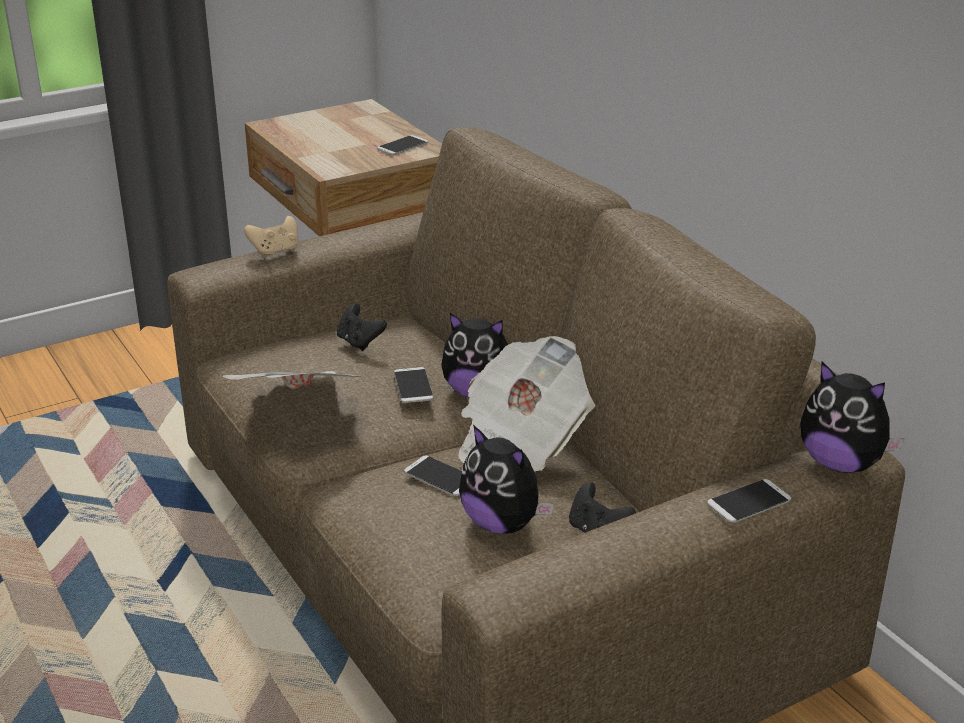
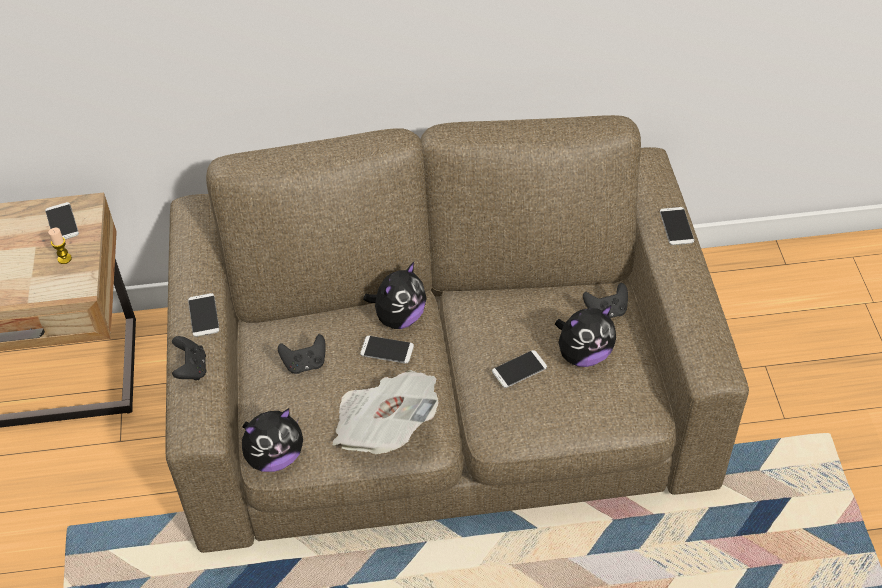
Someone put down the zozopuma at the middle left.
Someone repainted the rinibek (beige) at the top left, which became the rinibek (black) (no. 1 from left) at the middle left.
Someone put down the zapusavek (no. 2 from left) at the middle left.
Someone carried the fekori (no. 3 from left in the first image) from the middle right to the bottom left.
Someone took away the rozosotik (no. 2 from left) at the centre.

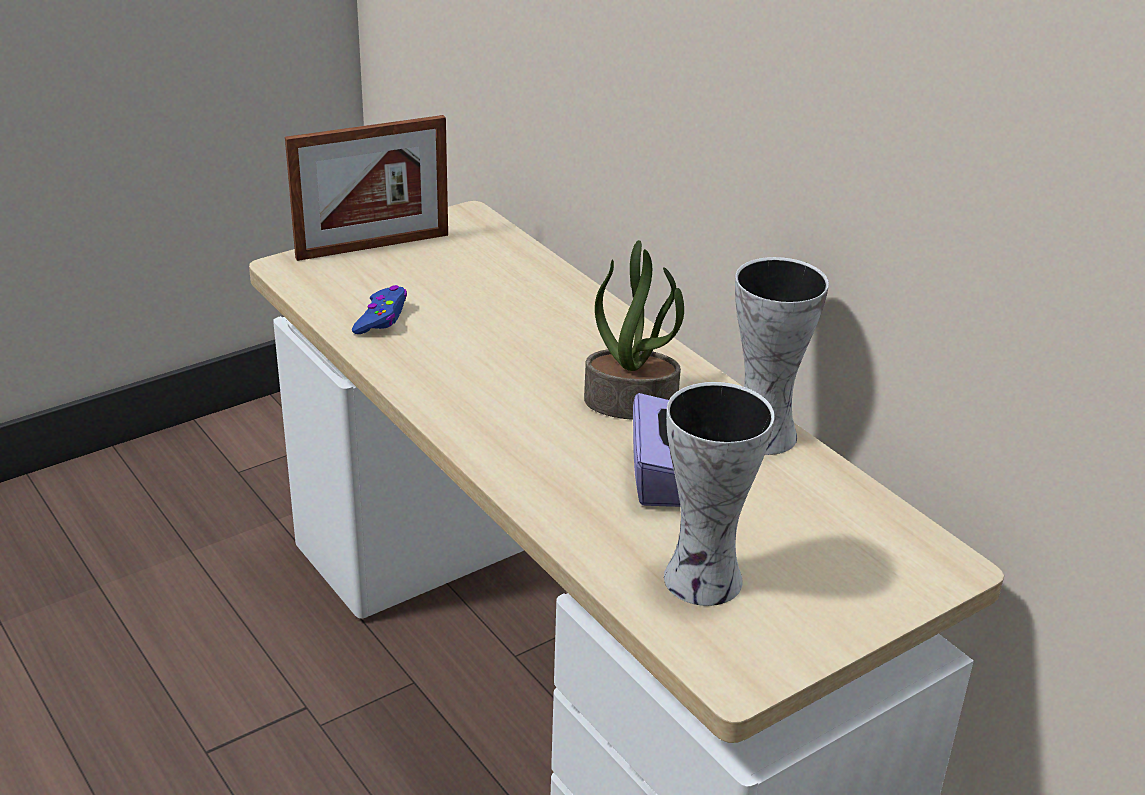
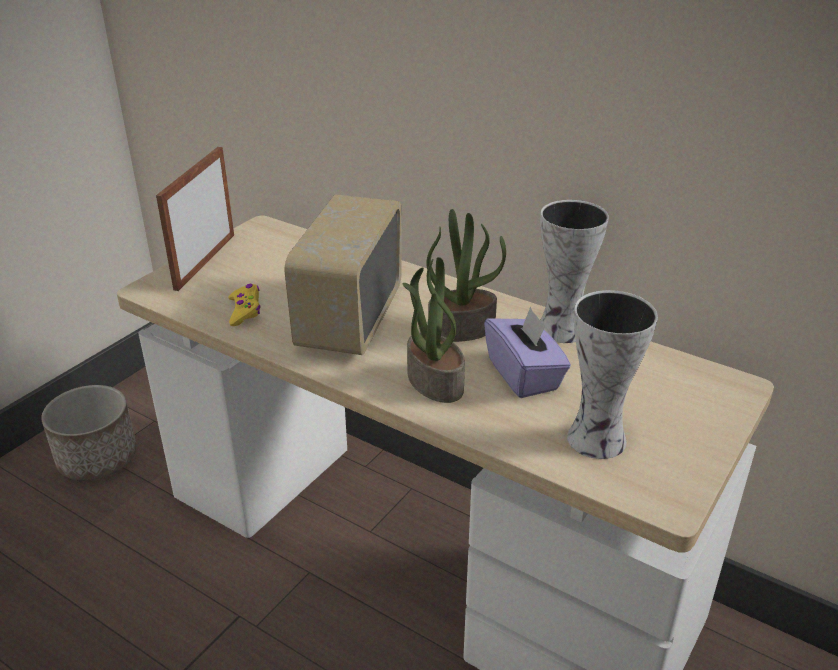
Someone put down the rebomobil at the middle left.
Someone rotated the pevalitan at the top left by 150 degrees clockwise.
Someone repainted the rinibek (blue) at the middle left, which became the rinibek (yellow) at the middle left.
Someone put down the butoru at the centre.
Someone put down the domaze (no. 1 from left) at the centre.

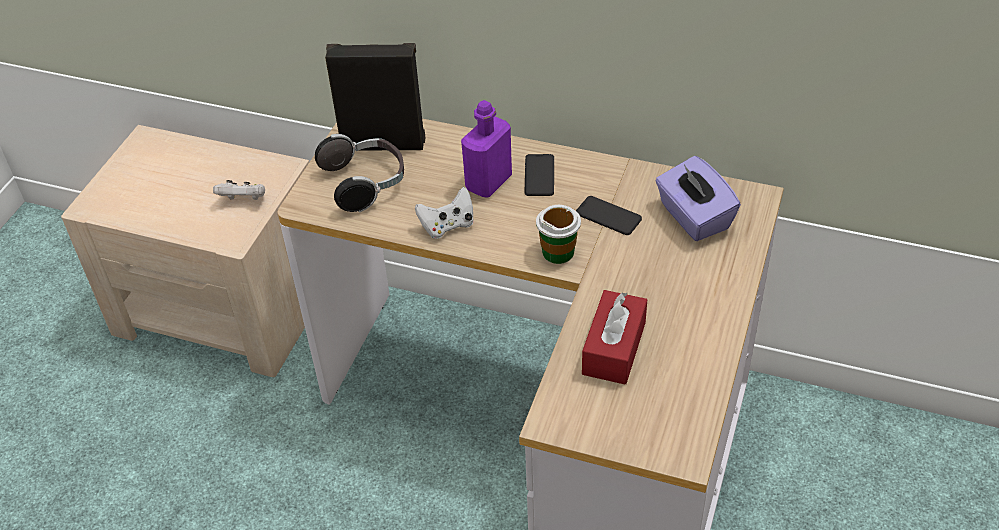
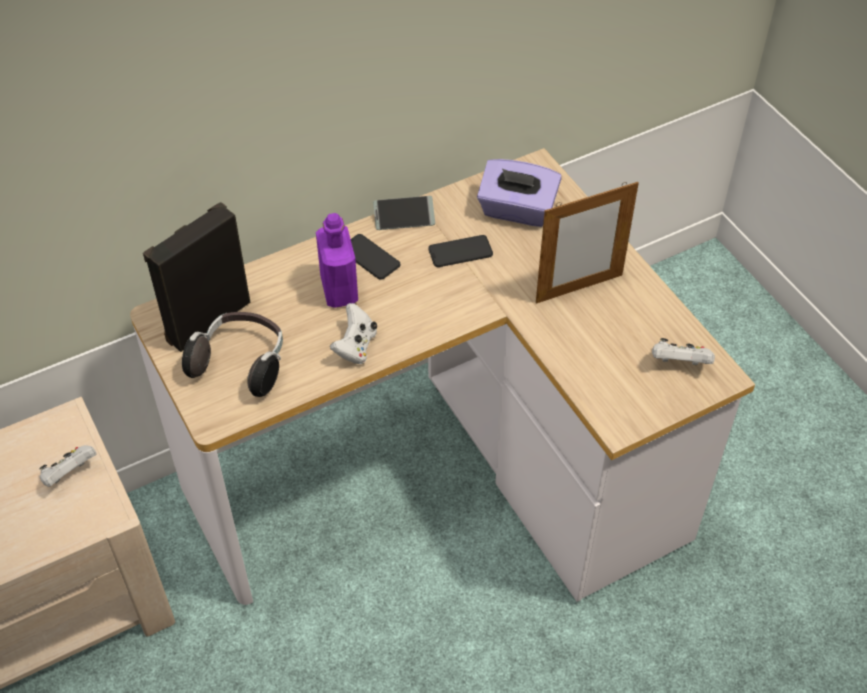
Someone put down the zapusavek (no. 2 from left) at the top centre.
Someone put down the pevalitan at the middle right.
Someone put down the rinibek (white) (no. 3 from left) at the middle right.
Someone took away the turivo at the centre.
Someone took away the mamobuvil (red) at the centre.

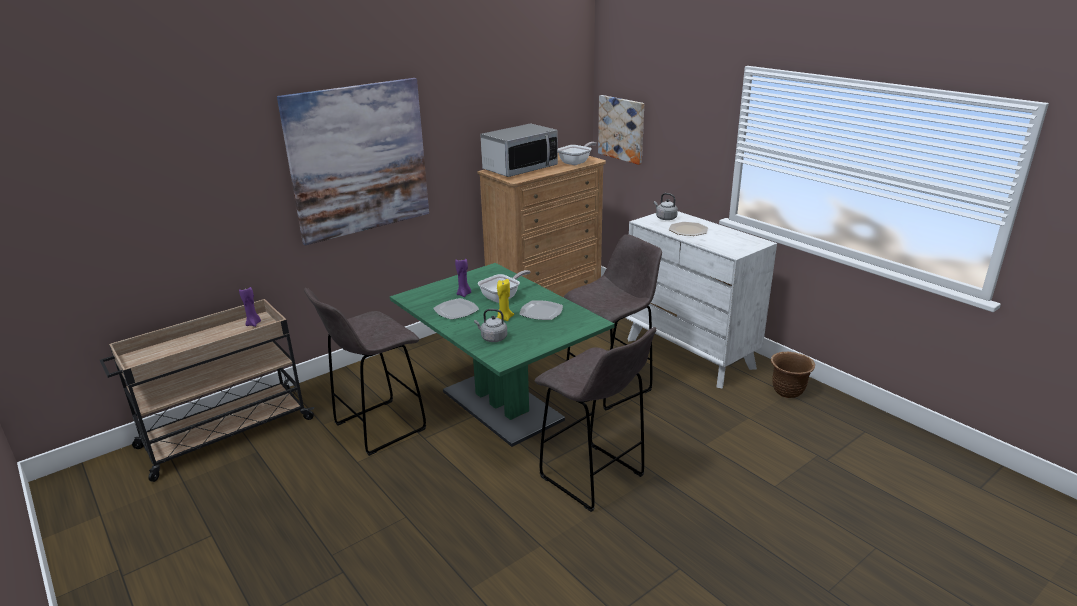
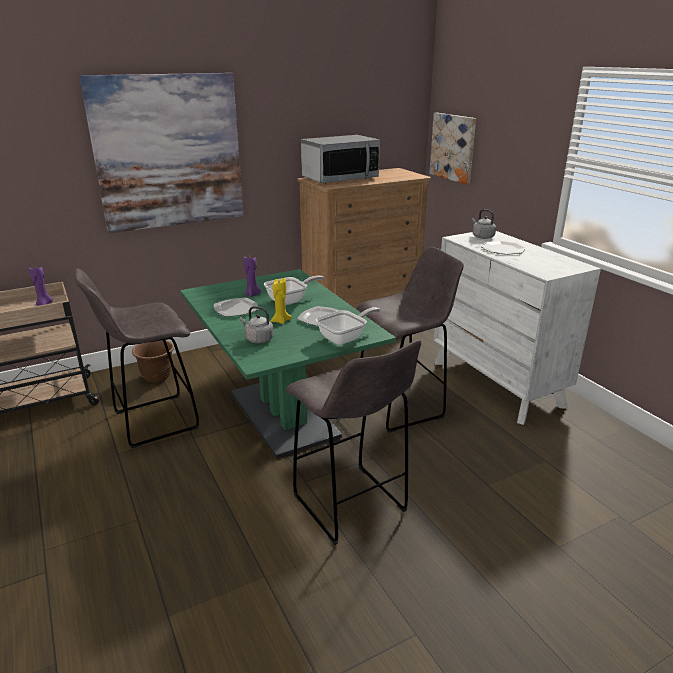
Someone carried the rebomobil (brown) from the middle right to the middle left.
Someone carried the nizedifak (no. 2 from left) from the top centre to the centre.

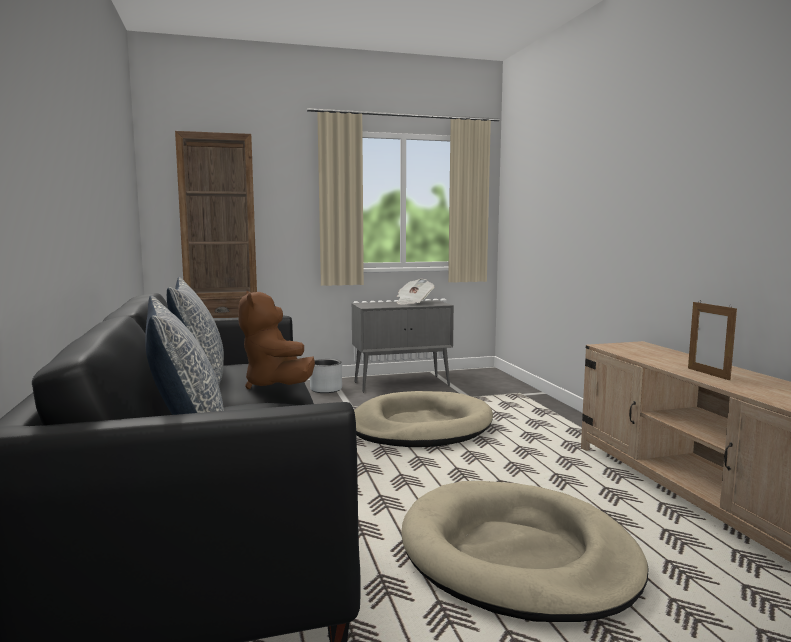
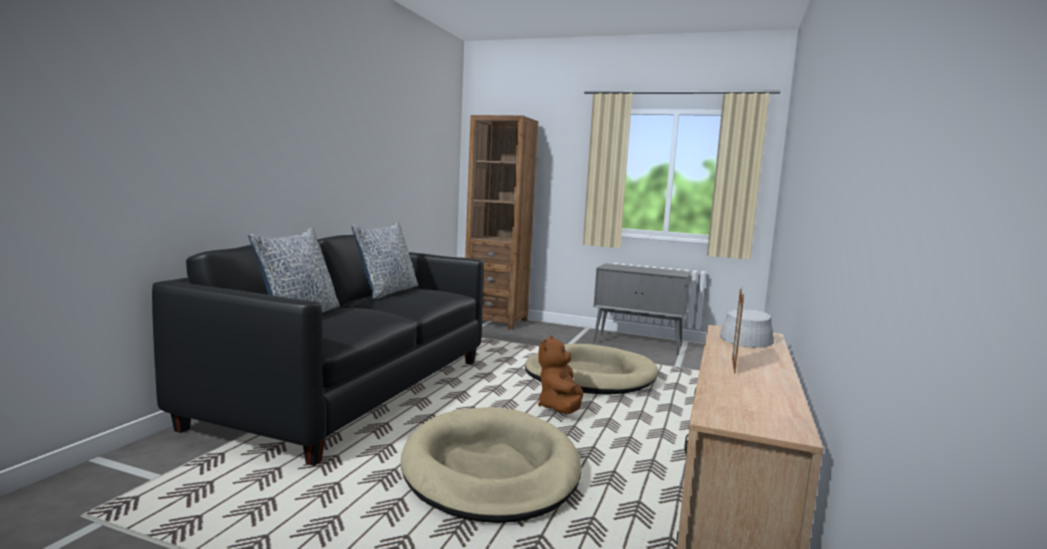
Someone carried the fekori (brown) from the centre to the bottom centre.
Someone put down the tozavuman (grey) at the middle right.
Someone took away the rebomobil (grey) at the centre.
Someone took away the rozosotik at the centre.

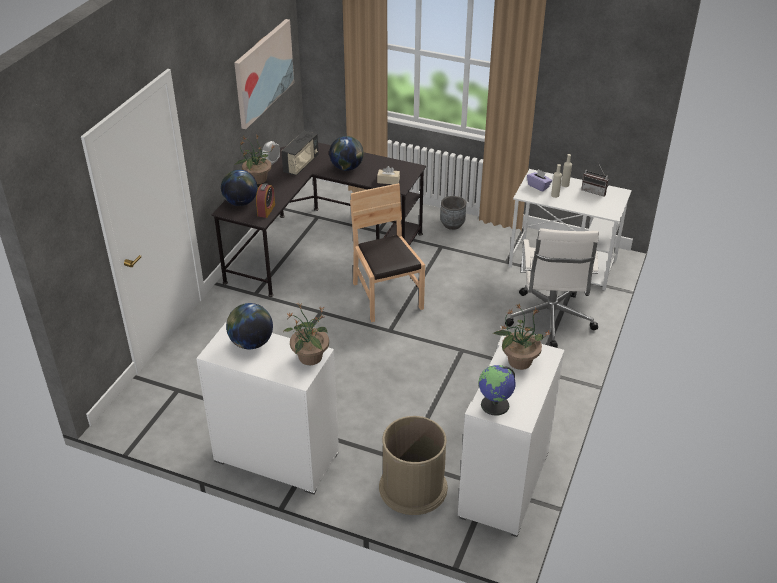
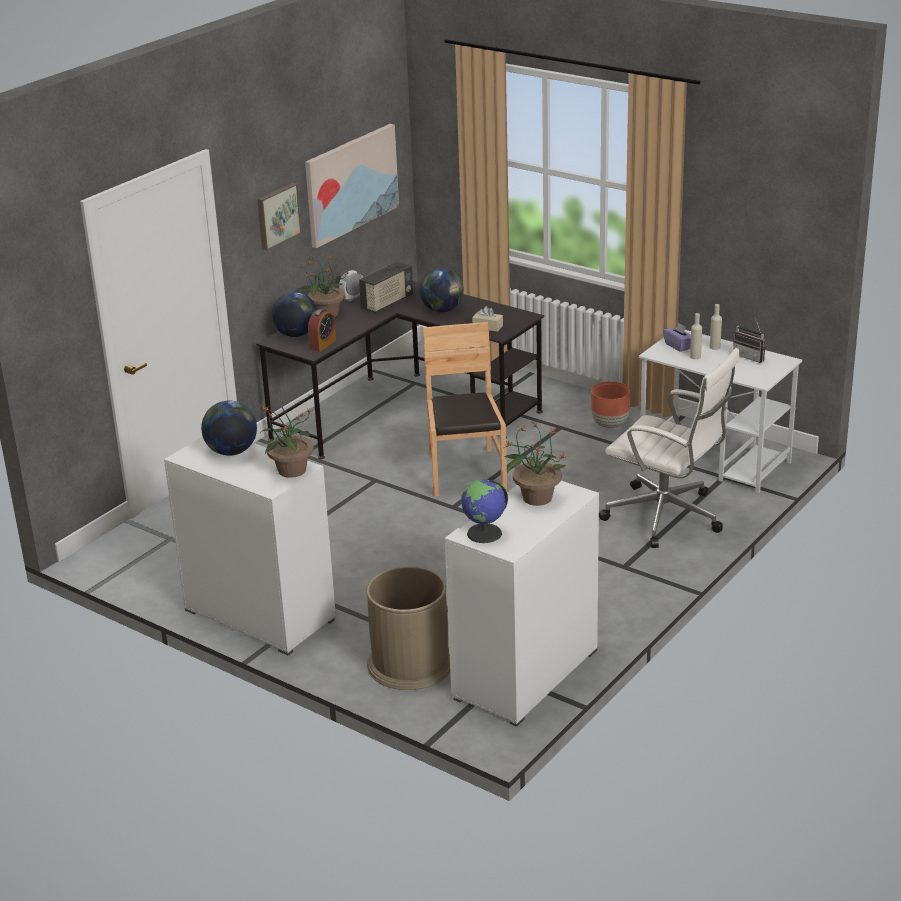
Someone put up the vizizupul (no. 1 from left) at the top left.
Someone put down the rebomobil (brown) at the middle right.
Someone rotated the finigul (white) at the middle right by 75 degrees counterclockwise.
Someone took away the rebomobil (grey) at the centre.

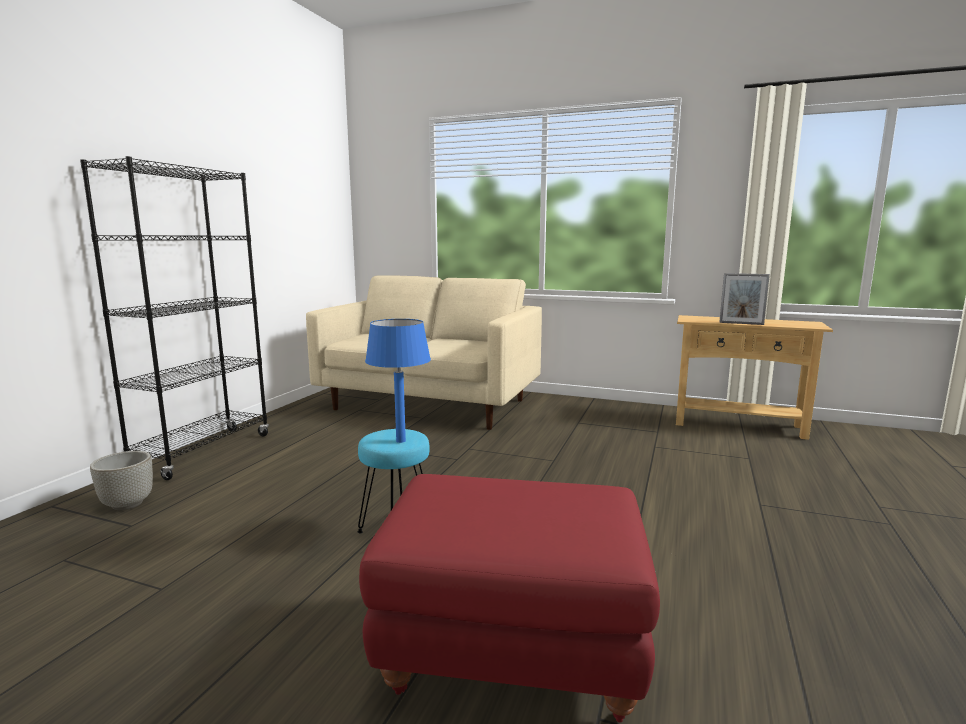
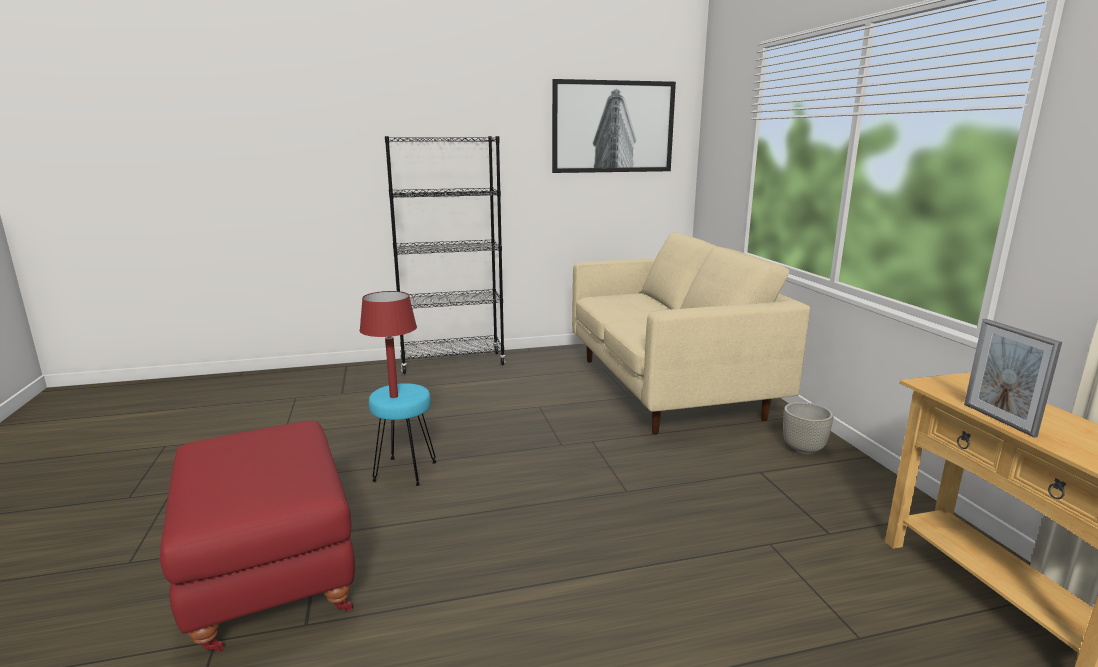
Someone repainted the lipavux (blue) at the centre, which became the lipavux (red) at the centre.
Someone put up the vizizupul at the top centre.
Someone carried the rebomobil (grey) from the middle left to the middle right.

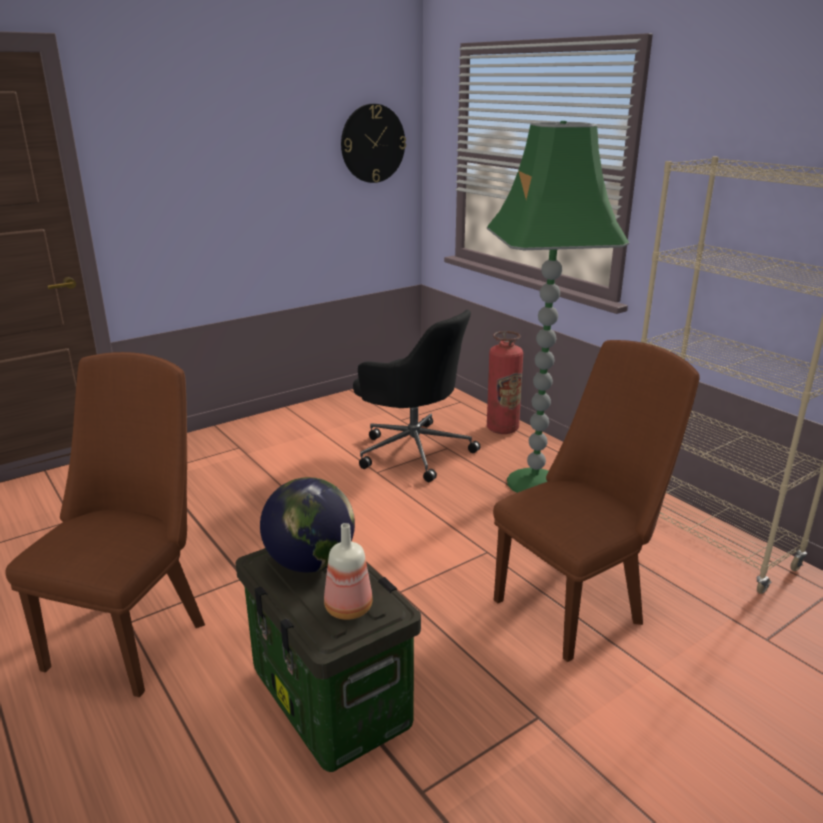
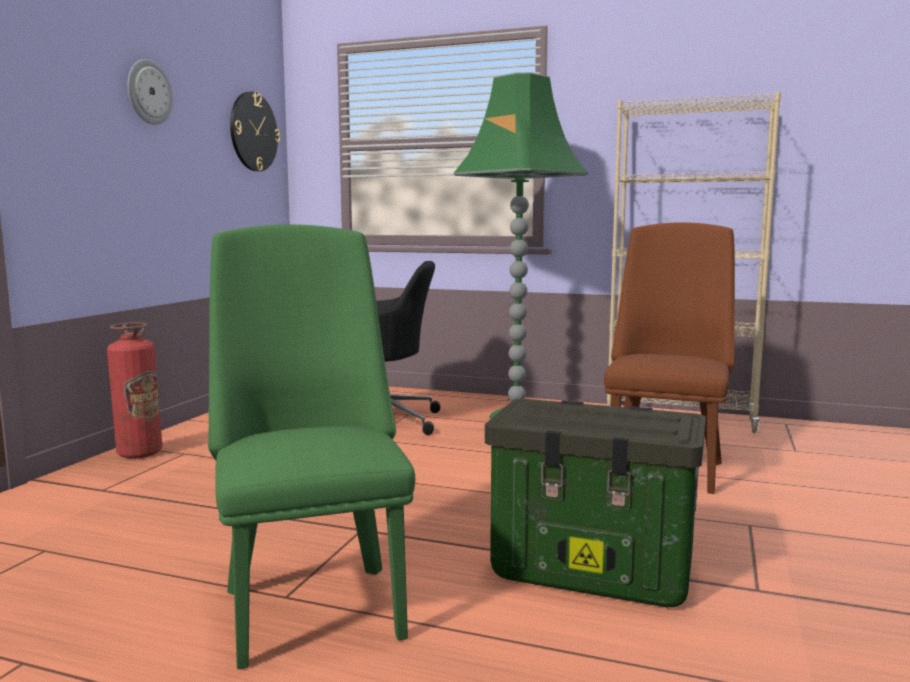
Someone carried the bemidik from the centre to the middle left.
Someone put up the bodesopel (no. 1 from left) at the top left.
Someone repainted the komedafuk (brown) (no. 1 from left) at the middle left, which became the komedafuk (green) at the centre.
Someone took away the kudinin at the centre.
Someone took away the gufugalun at the bottom centre.

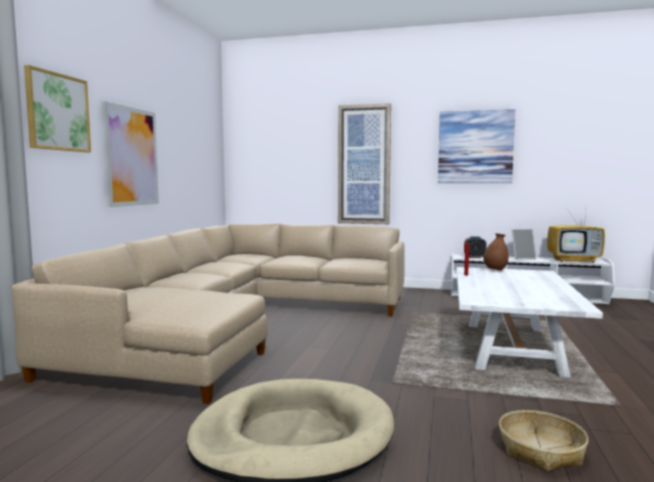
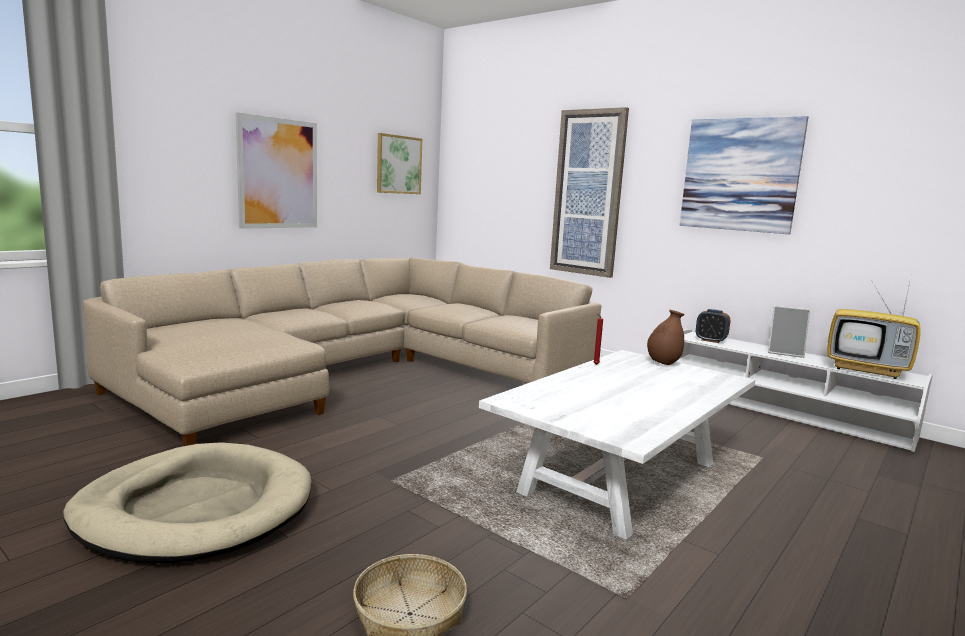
Someone carried the vizizupul (no. 1 from left in the first image) from the top left to the top centre.

